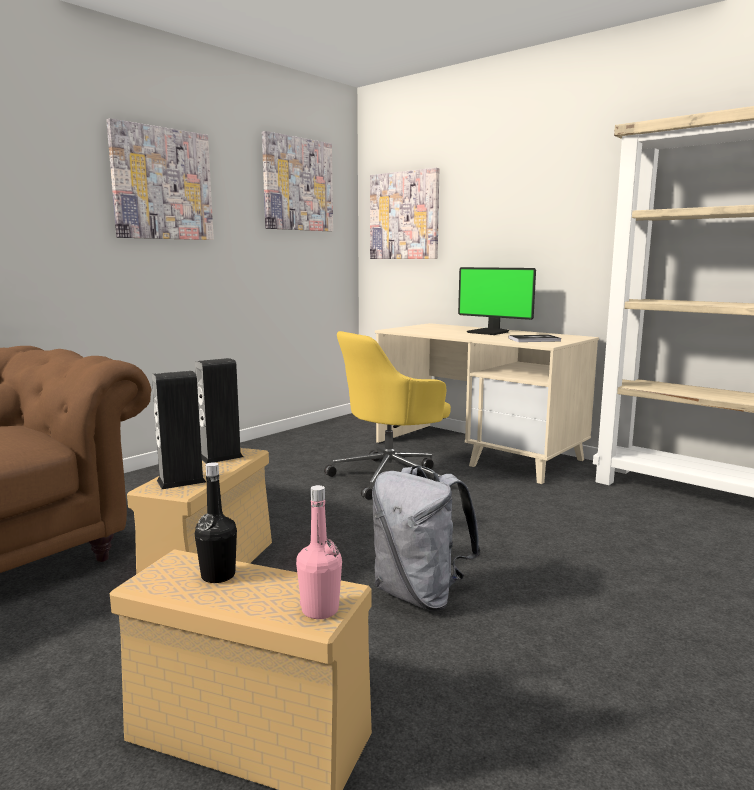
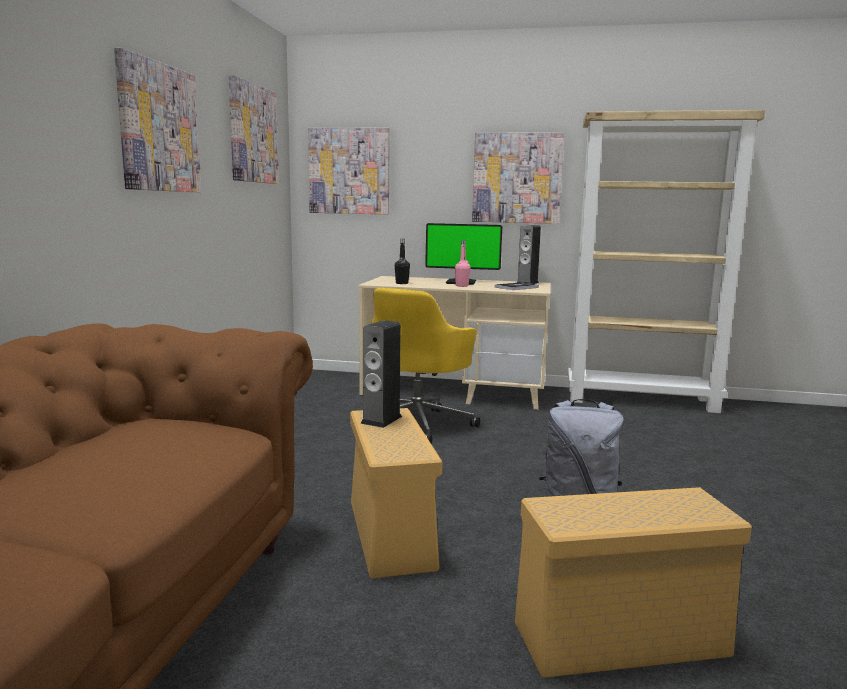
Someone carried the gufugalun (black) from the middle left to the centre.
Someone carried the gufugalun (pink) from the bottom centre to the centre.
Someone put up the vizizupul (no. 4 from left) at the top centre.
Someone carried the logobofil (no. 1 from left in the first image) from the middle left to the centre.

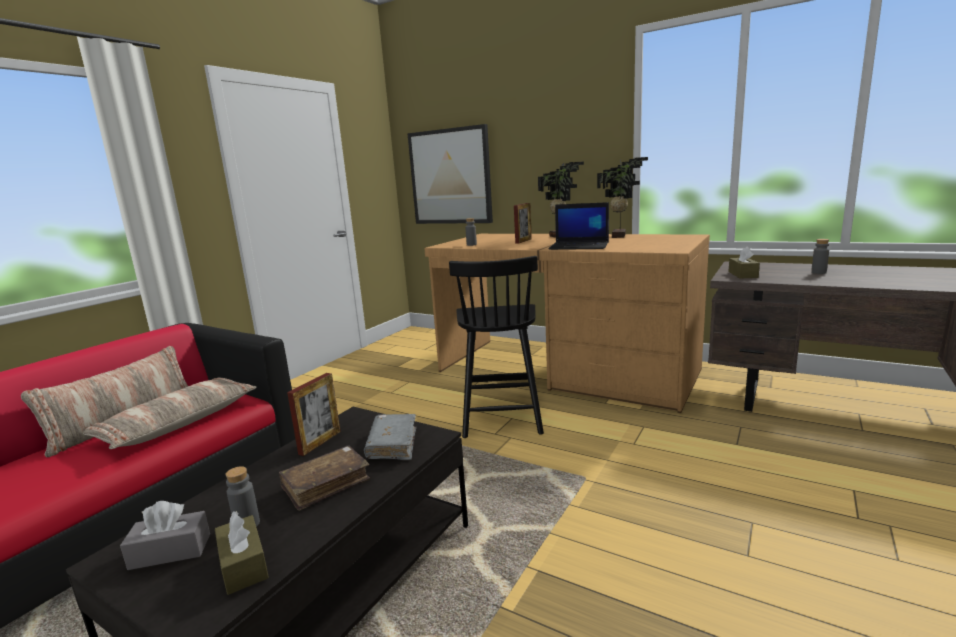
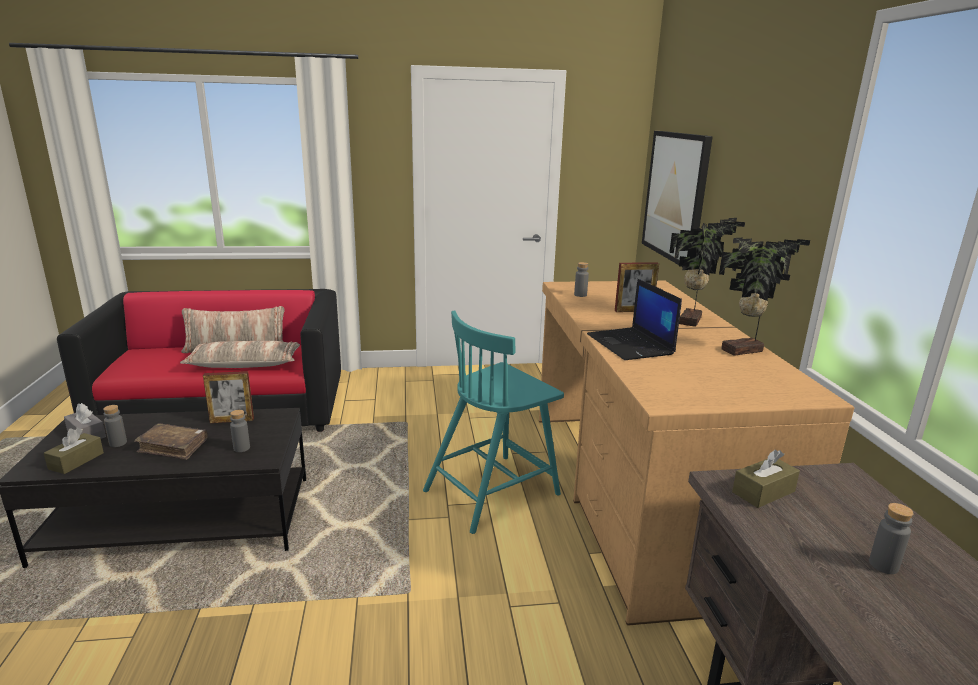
Someone swapped the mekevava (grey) at the bottom centre for the gufugalun (grey) (no. 2 from left) at the middle left.
Someone repainted the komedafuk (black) at the centre, which became the komedafuk (turquoise) at the centre.

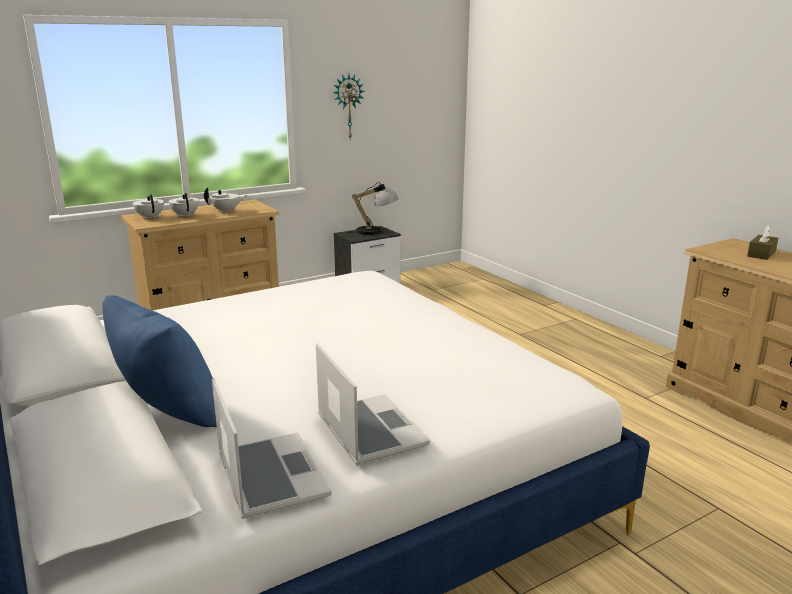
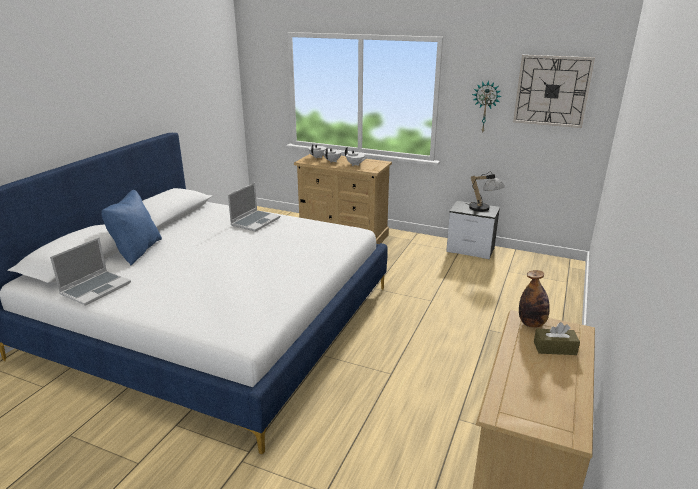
Someone carried the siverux (no. 2 from left) from the bottom centre to the centre.
Someone put up the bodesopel (no. 2 from left) at the top right.
Someone put down the gufugalun at the middle right.

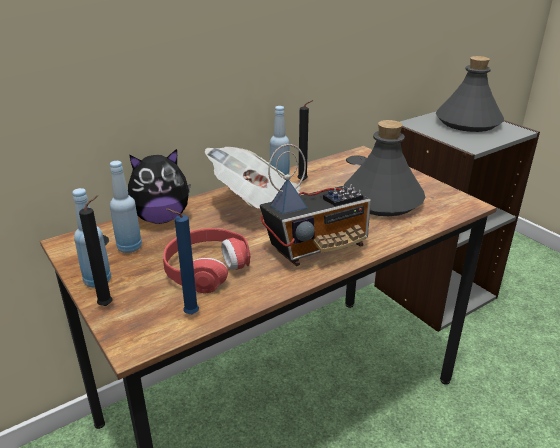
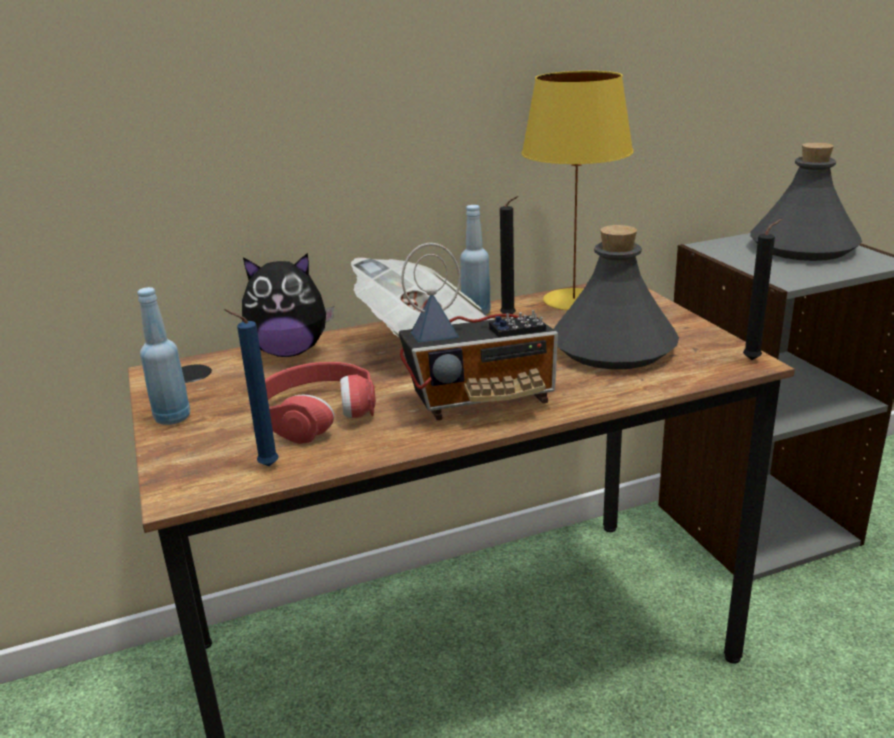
Someone put down the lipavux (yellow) at the top centre.
Someone carried the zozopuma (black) (no. 1 from left in the first image) from the middle left to the middle right.
Someone took away the gufugalun (blue) (no. 2 from left) at the middle left.

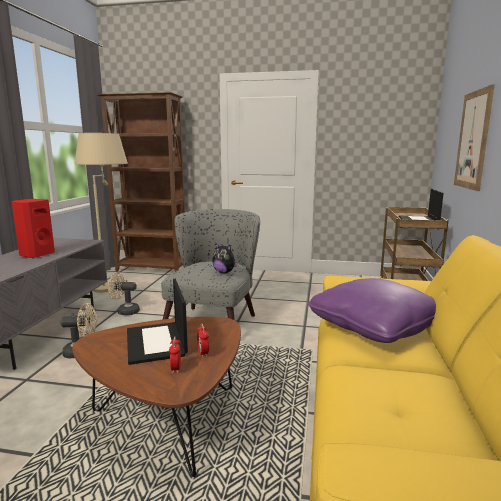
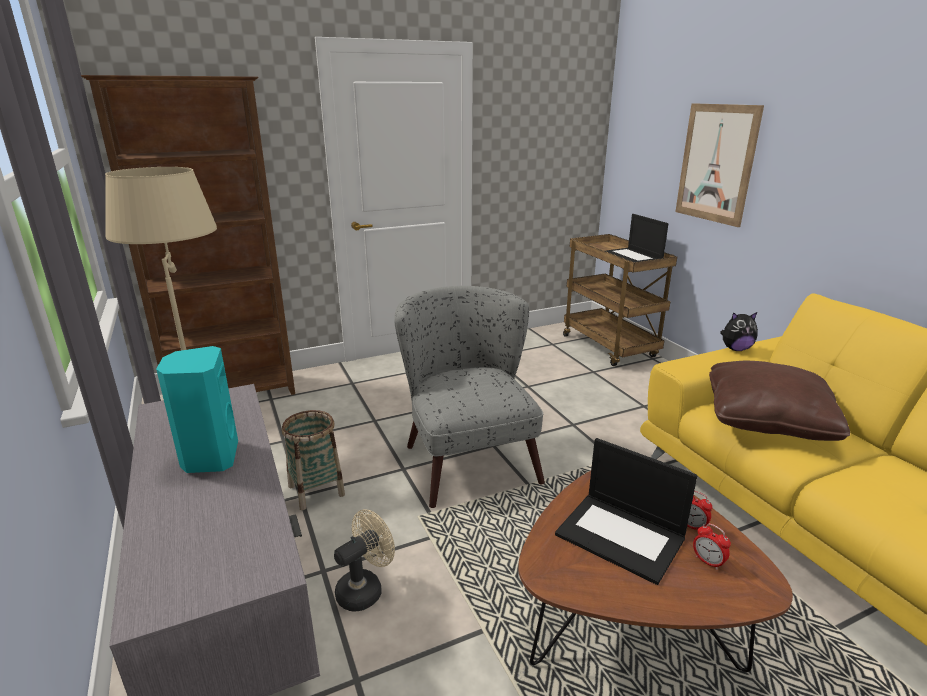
Someone repainted the logobofil (red) at the middle left, which became the logobofil (turquoise) at the middle left.
Someone swapped the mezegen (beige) (no. 2 from left) at the middle left for the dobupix at the centre.
Someone repainted the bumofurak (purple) at the middle right, which became the bumofurak (brown) at the middle right.
Someone carried the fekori from the centre to the middle right.

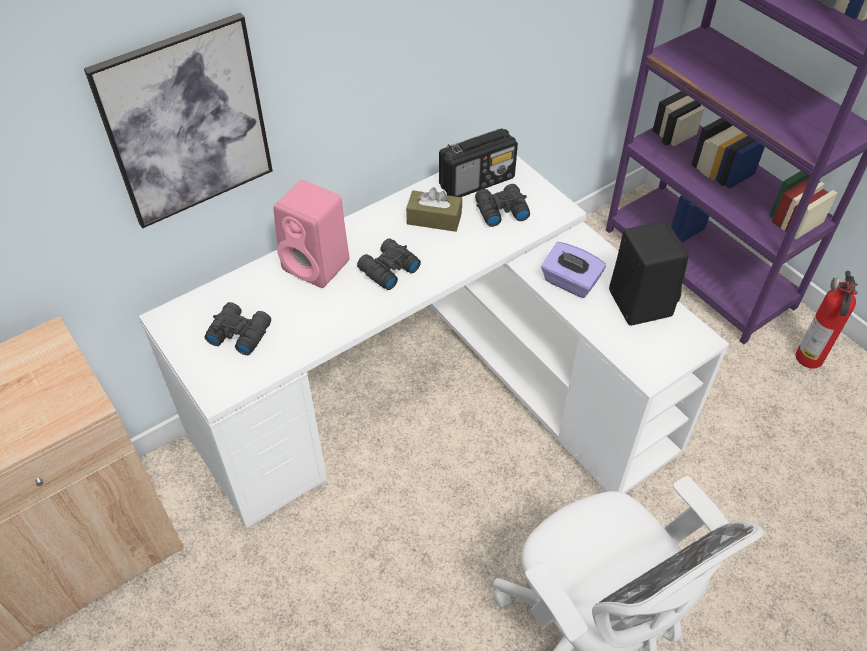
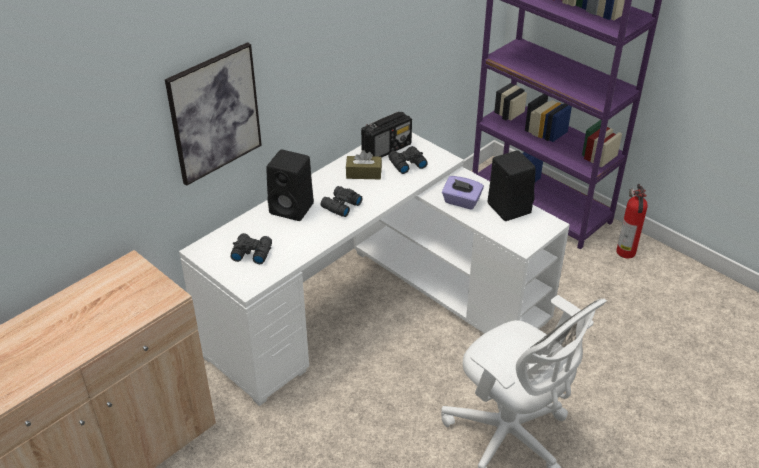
Someone repainted the logobofil (pink) at the centre, which became the logobofil (black) (no. 1 from left) at the centre.

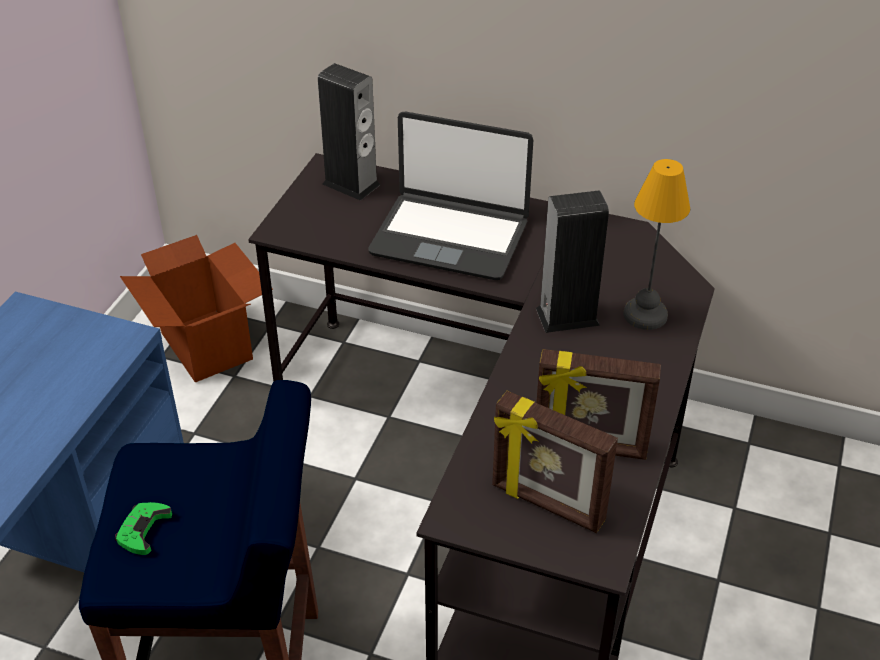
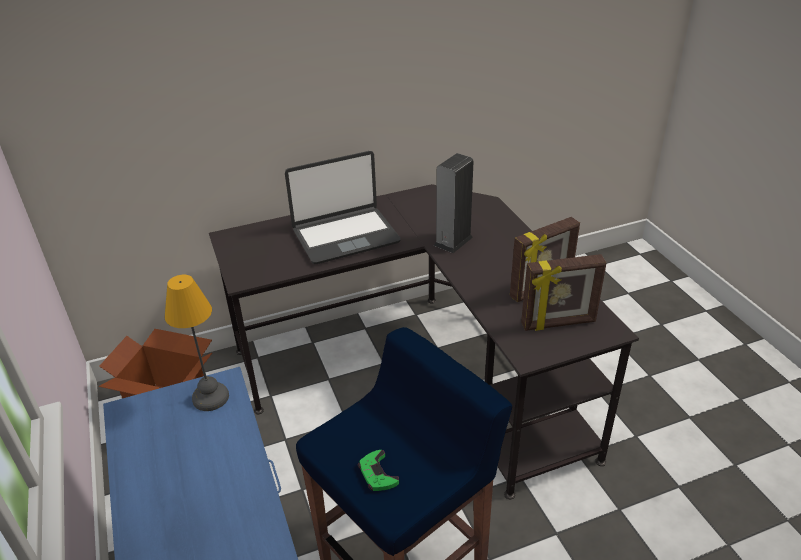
Someone carried the lipavux from the middle right to the middle left.
Someone took away the logobofil (no. 1 from left) at the top centre.

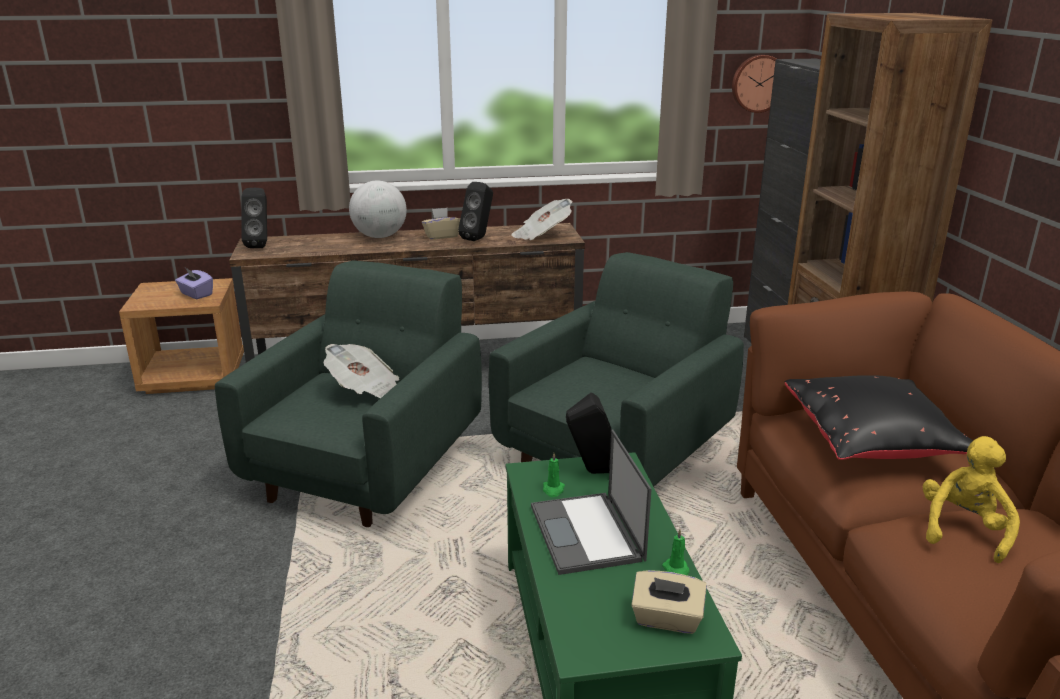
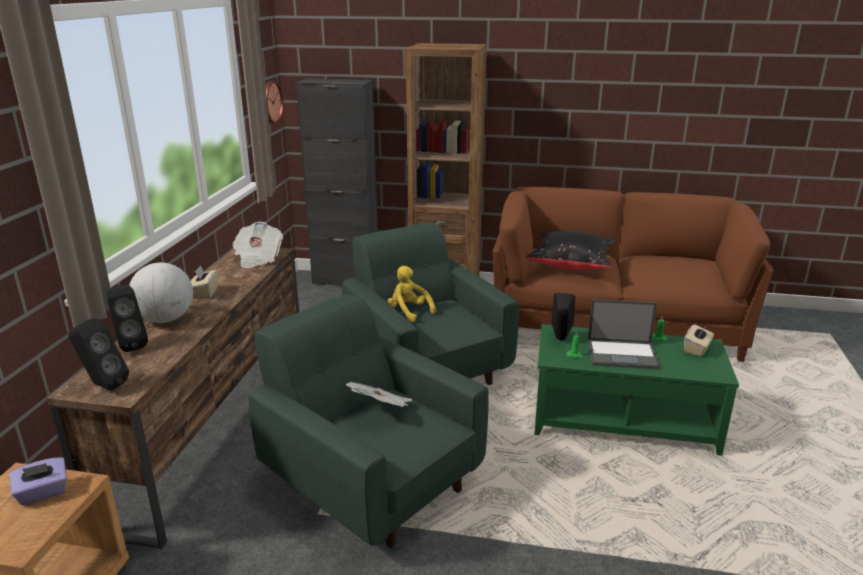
Someone carried the logobofil (black) (no. 2 from left) from the top centre to the middle left.
Someone carried the fekori (yellow) from the bottom right to the centre.

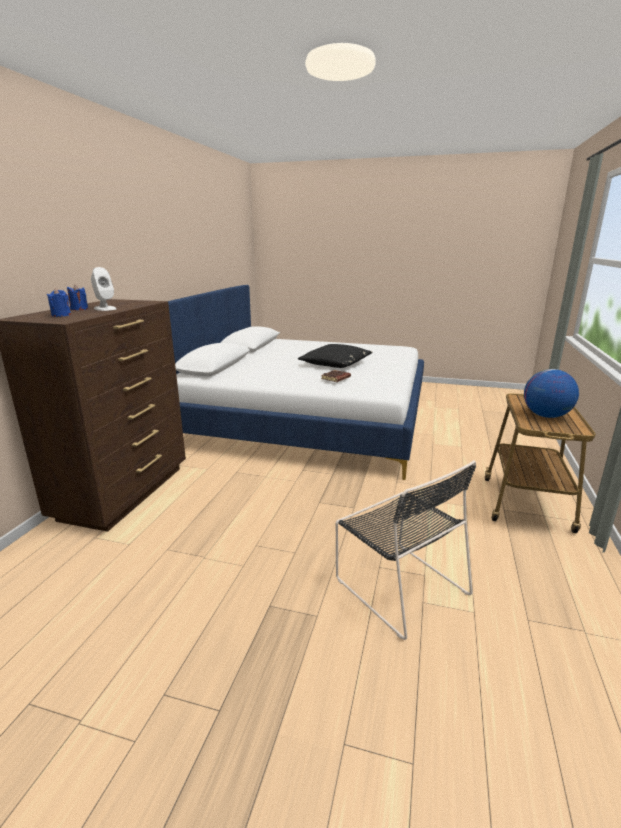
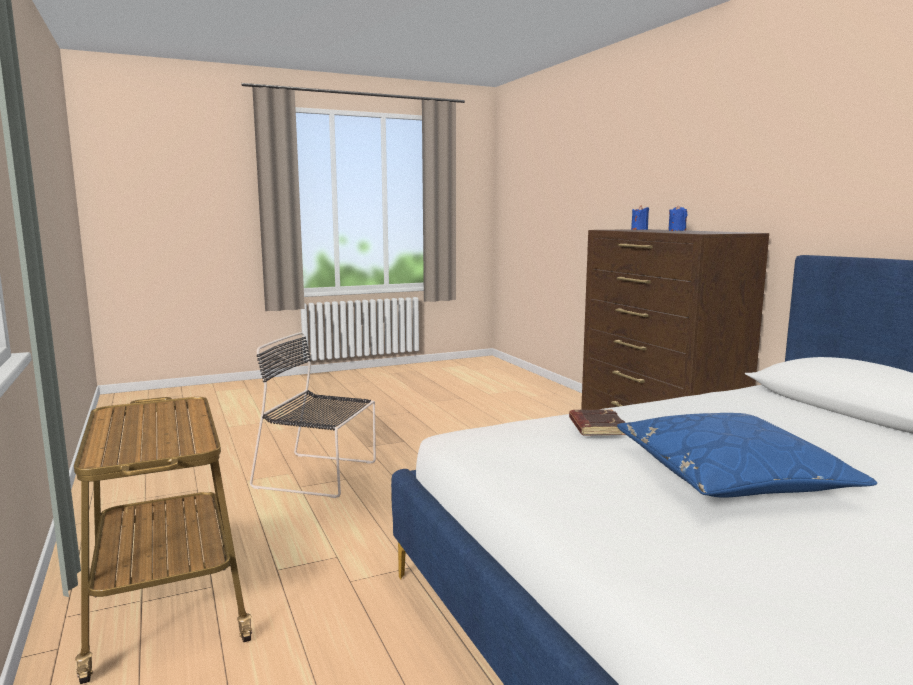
Someone repainted the bumofurak (black) at the centre, which became the bumofurak (blue) at the middle right.
Someone took away the logobofil (white) at the middle left.
Someone took away the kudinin at the middle right.

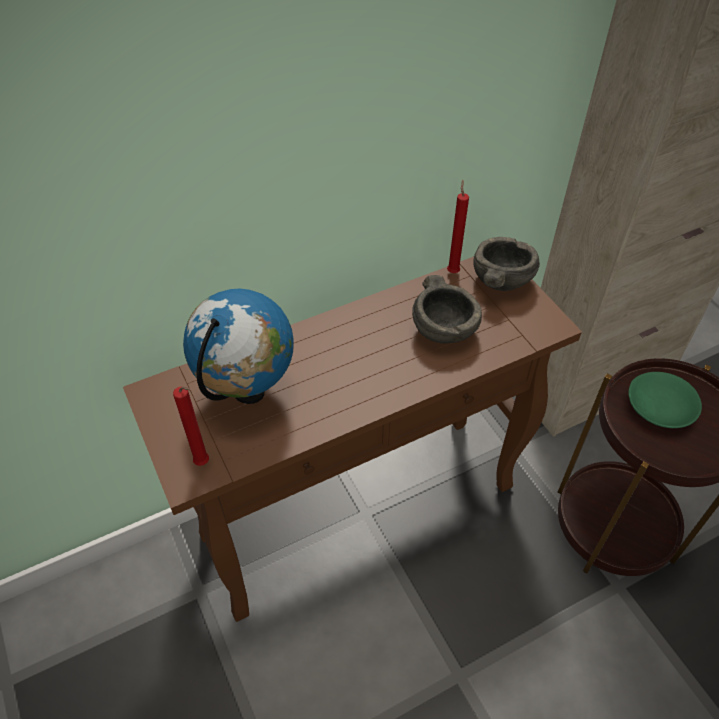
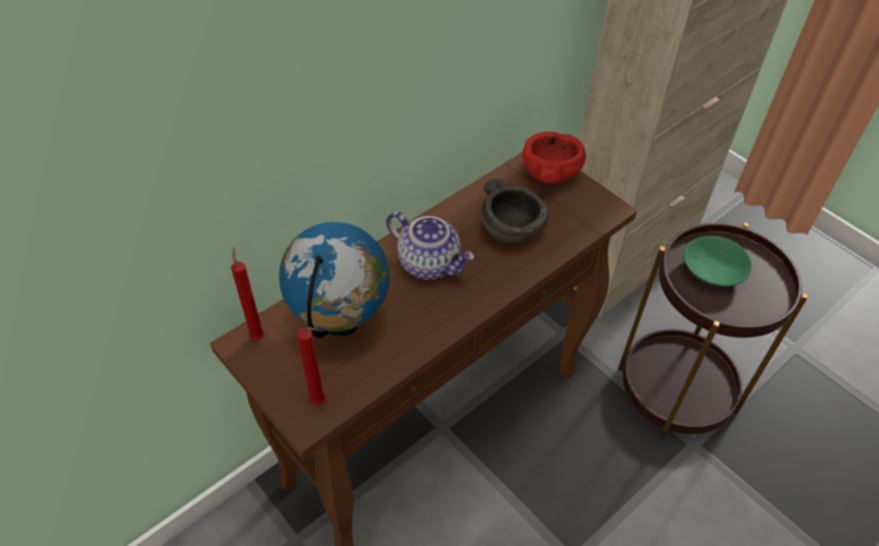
Someone carried the zozopuma (red) (no. 2 from left in the first image) from the top centre to the middle left.
Someone put down the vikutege at the centre.
Someone repainted the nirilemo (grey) (no. 2 from left) at the middle right, which became the nirilemo (red) at the top centre.

